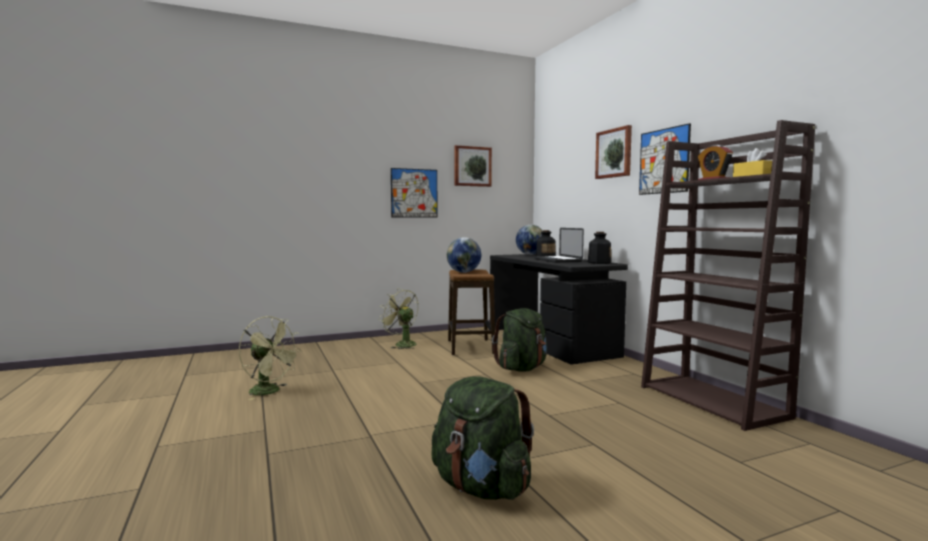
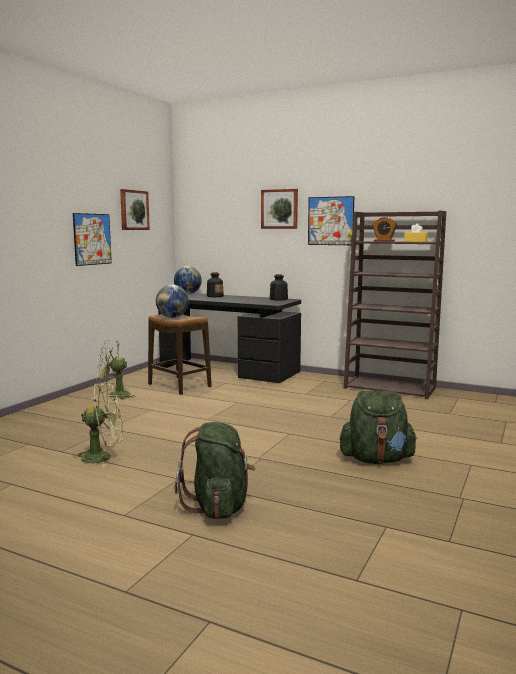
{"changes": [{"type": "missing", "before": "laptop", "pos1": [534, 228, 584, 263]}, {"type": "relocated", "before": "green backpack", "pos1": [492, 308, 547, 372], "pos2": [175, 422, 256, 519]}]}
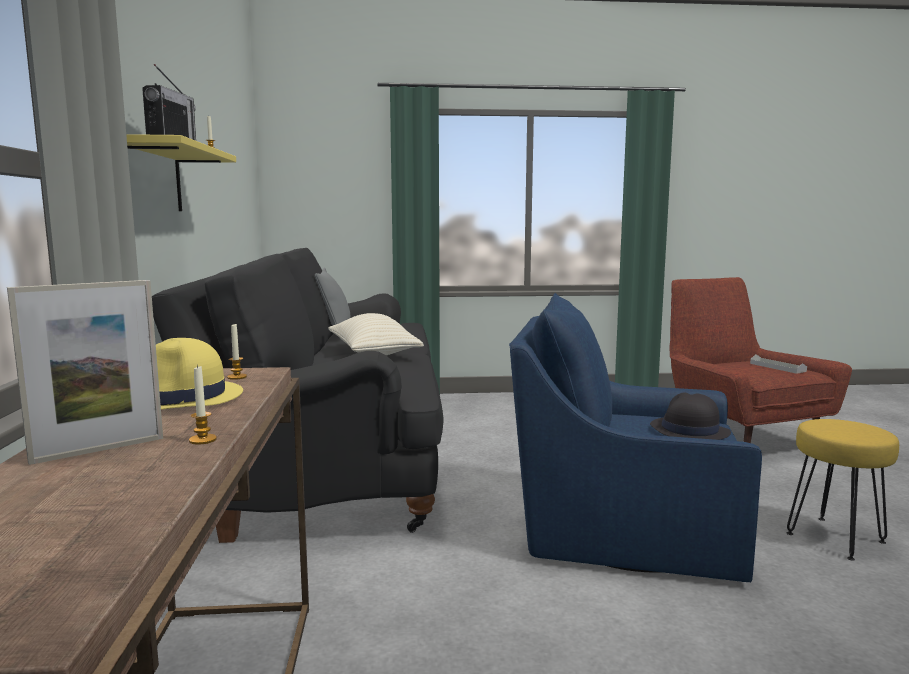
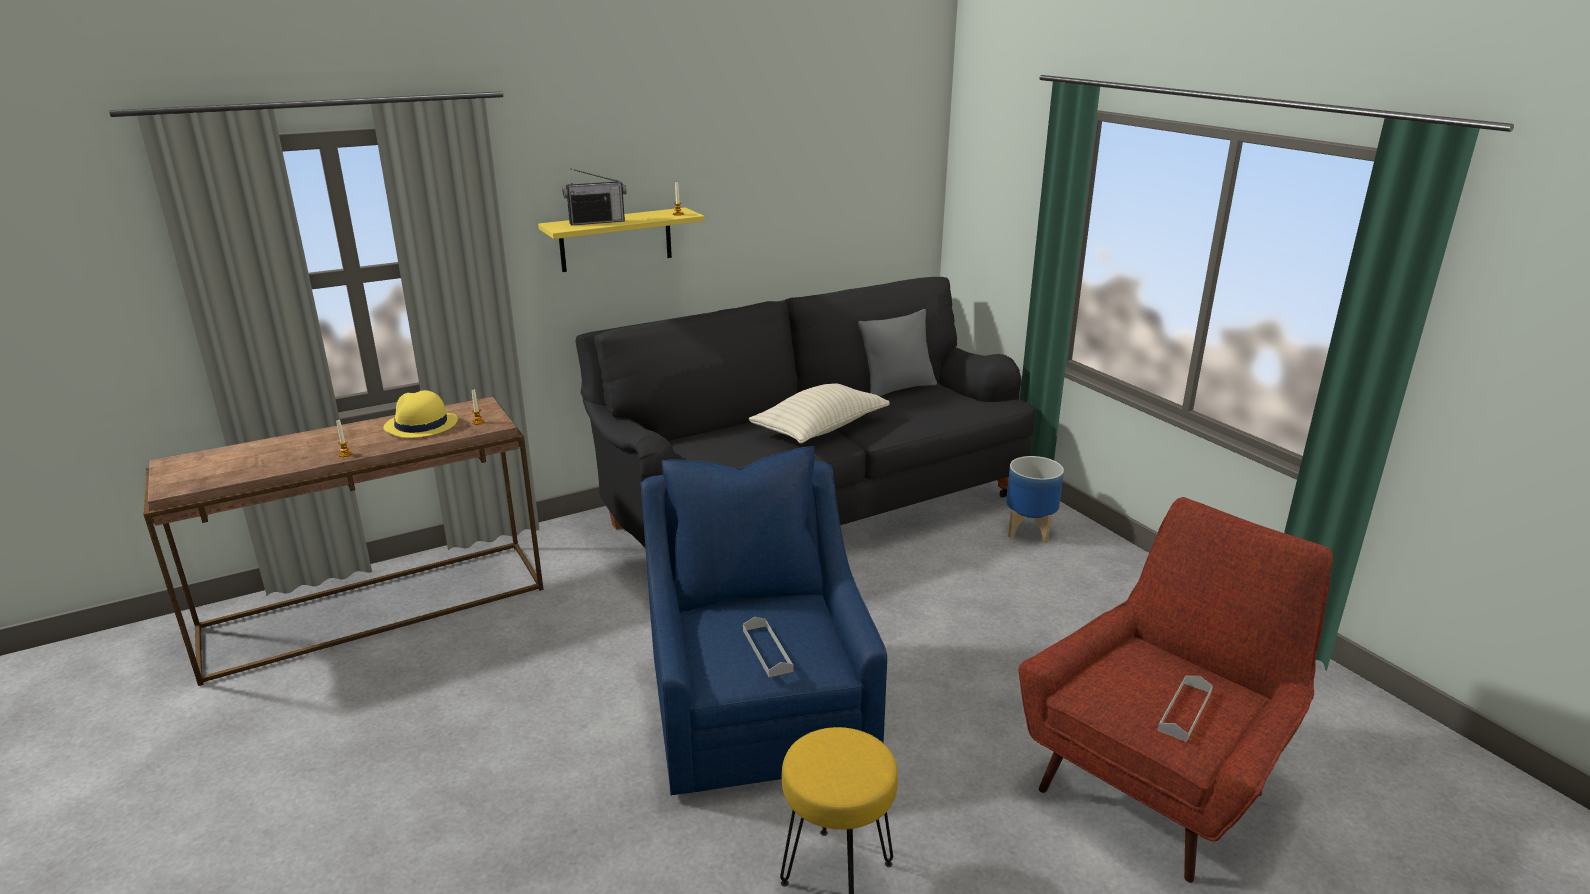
{"changes": [{"type": "missing", "before": "picture frame", "pos1": [7, 280, 163, 465]}, {"type": "exchanged", "before": "black hat", "after": "grey tray", "pos1": [650, 392, 731, 440], "pos2": [743, 617, 794, 677]}, {"type": "appeared", "after": "planter", "pos2": [1006, 456, 1064, 543]}]}
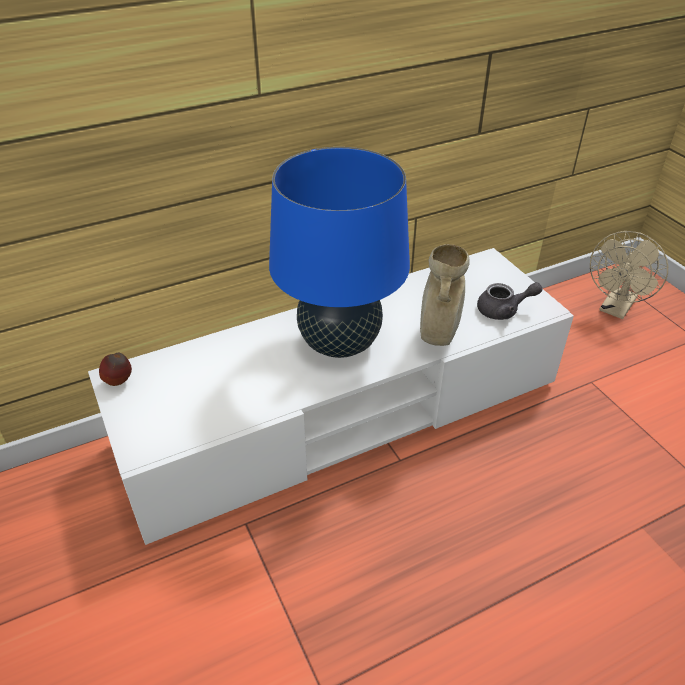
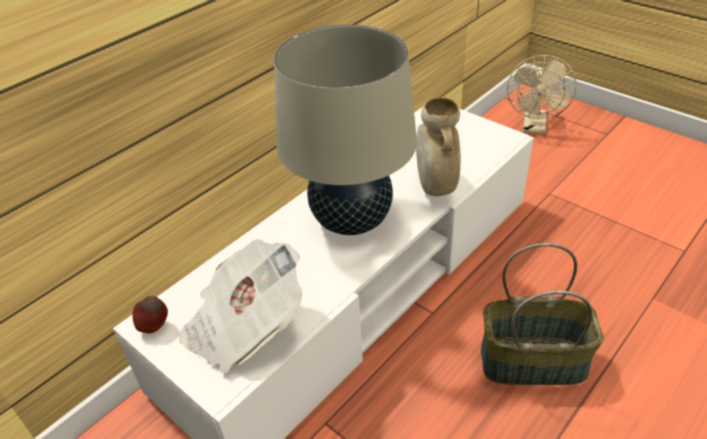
{"changes": [{"type": "colour", "before": "blue table lamp", "after": "beige table lamp", "pos1": [269, 147, 410, 358], "pos2": [274, 25, 417, 235]}, {"type": "missing", "before": "grey teapot", "pos1": [477, 282, 543, 320]}, {"type": "appeared", "after": "newspaper", "pos2": [179, 239, 303, 374]}, {"type": "appeared", "after": "basket", "pos2": [481, 243, 604, 385]}]}
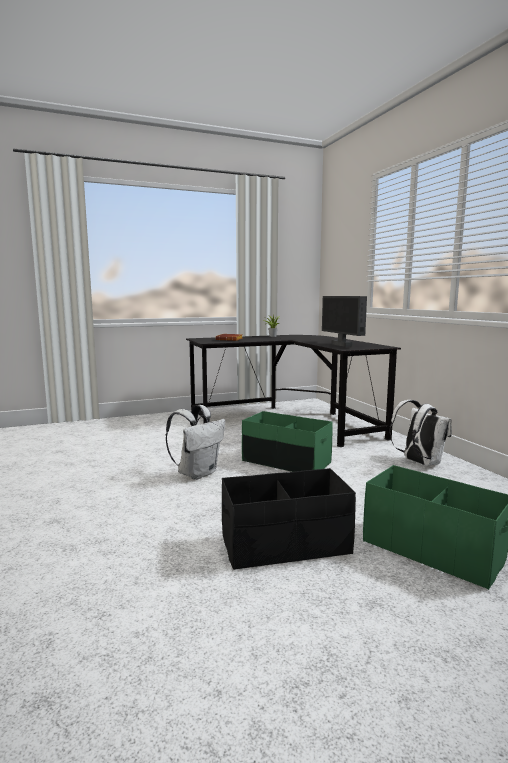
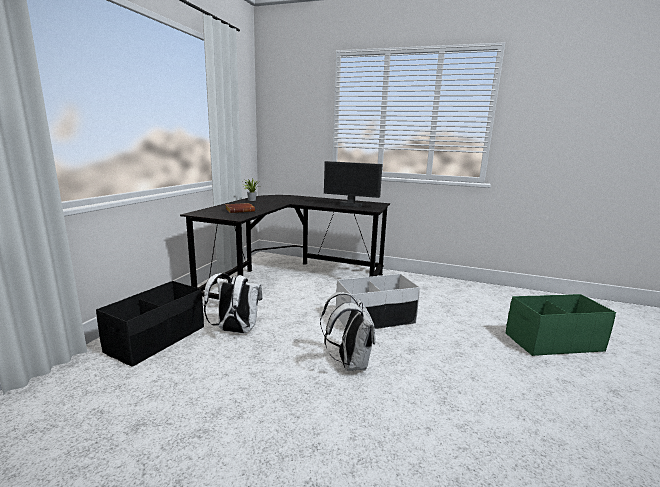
{"changes": [{"type": "relocated", "before": "white backpack", "pos1": [389, 400, 452, 466], "pos2": [204, 273, 263, 333]}, {"type": "colour", "before": "green storage box", "after": "white storage box", "pos1": [242, 411, 332, 472], "pos2": [336, 274, 420, 329]}, {"type": "relocated", "before": "black storage box", "pos1": [222, 468, 356, 570], "pos2": [96, 281, 204, 367]}]}
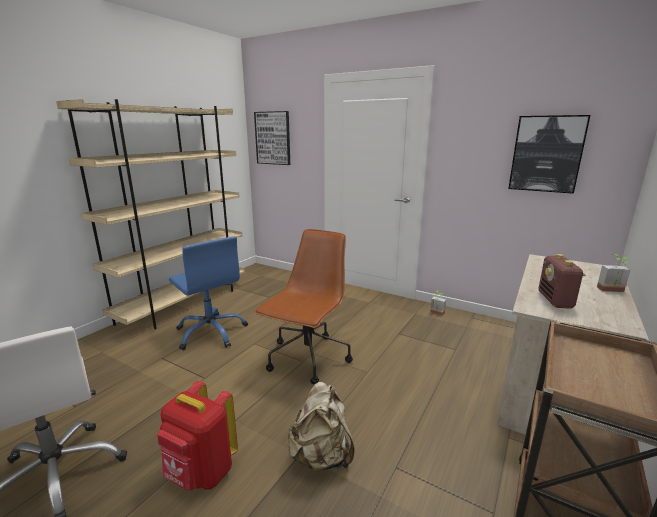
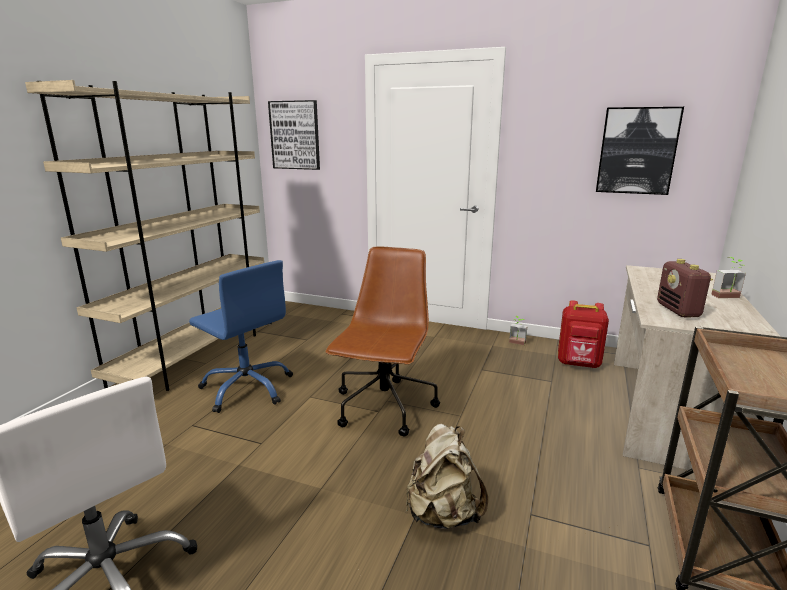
{"changes": [{"type": "relocated", "before": "red backpack", "pos1": [157, 381, 238, 491], "pos2": [558, 300, 609, 368]}]}
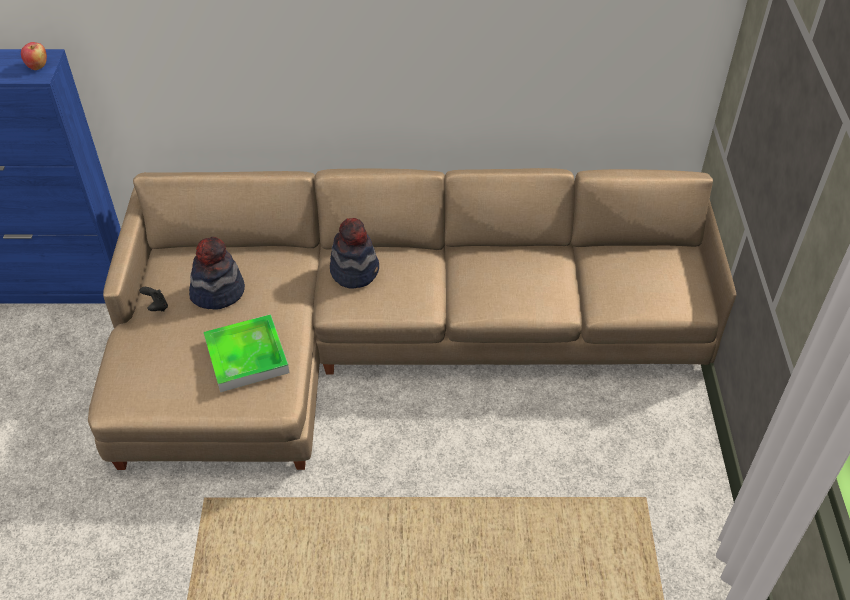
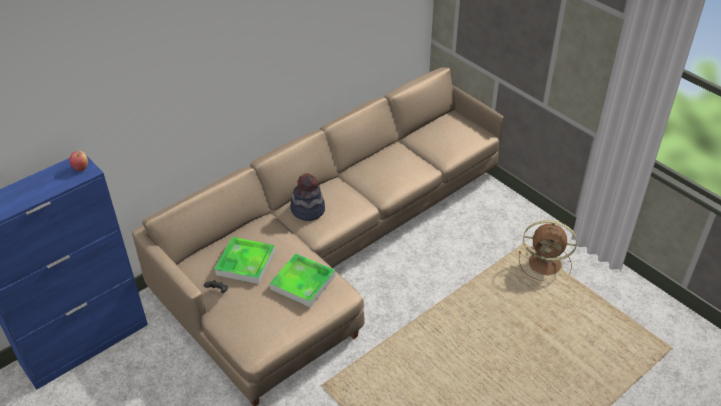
{"changes": [{"type": "exchanged", "before": "hat", "after": "tray", "pos1": [189, 237, 245, 309], "pos2": [215, 237, 275, 284]}, {"type": "appeared", "after": "brown fan", "pos2": [519, 220, 577, 281]}]}
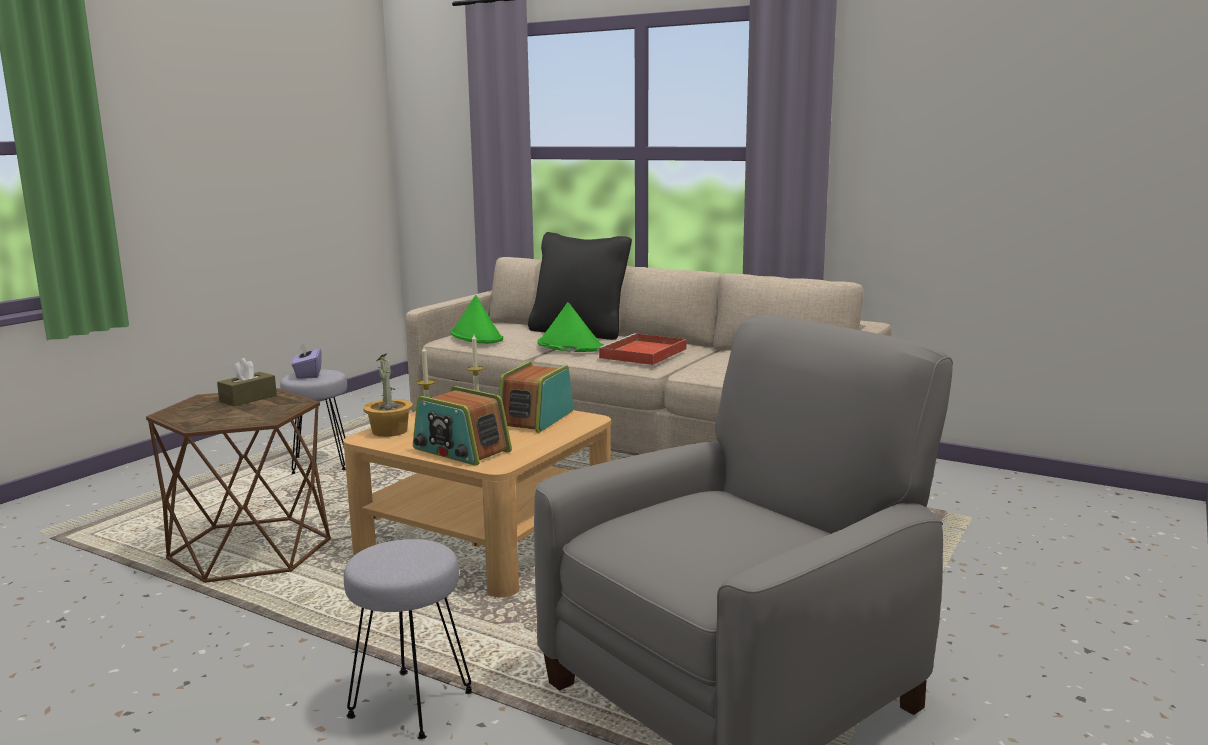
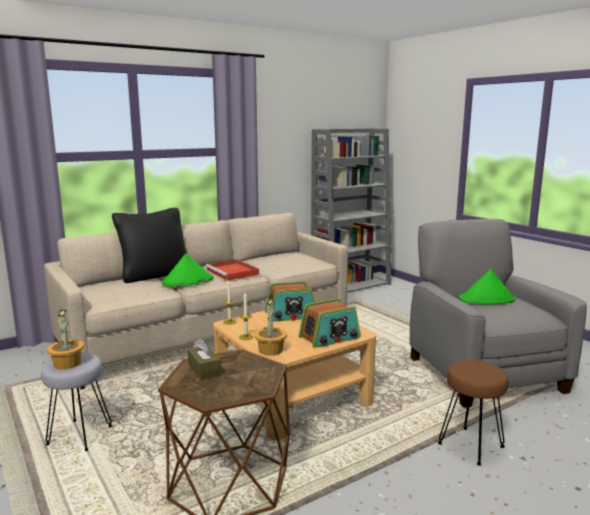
{"changes": [{"type": "relocated", "before": "green hat", "pos1": [450, 295, 503, 343], "pos2": [459, 269, 515, 304]}, {"type": "exchanged", "before": "purple tissue box", "after": "potted plant", "pos1": [291, 342, 322, 379], "pos2": [47, 310, 84, 370]}, {"type": "spun", "before": "radio", "pos1": [499, 362, 574, 433], "pos2": [265, 281, 315, 322], "turn": -60}, {"type": "colour", "before": "grey stool", "after": "brown stool", "pos1": [344, 539, 472, 739], "pos2": [438, 360, 508, 466]}, {"type": "appeared", "after": "grey bookcase", "pos2": [311, 128, 391, 293]}]}
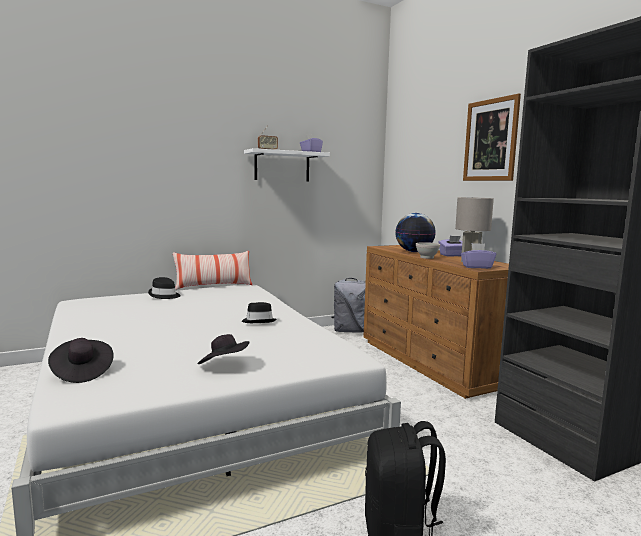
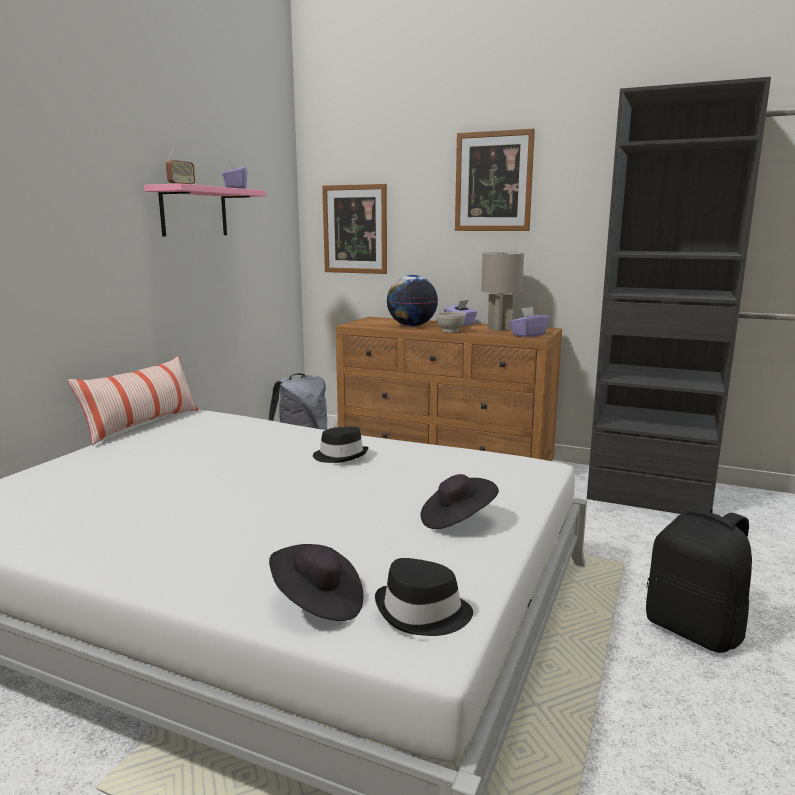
{"changes": [{"type": "colour", "before": "white shelf", "after": "pink shelf", "pos1": [244, 148, 330, 181], "pos2": [144, 183, 266, 236]}, {"type": "relocated", "before": "black hat", "pos1": [148, 277, 181, 299], "pos2": [375, 558, 473, 636]}, {"type": "appeared", "after": "picture", "pos2": [322, 184, 387, 274]}]}
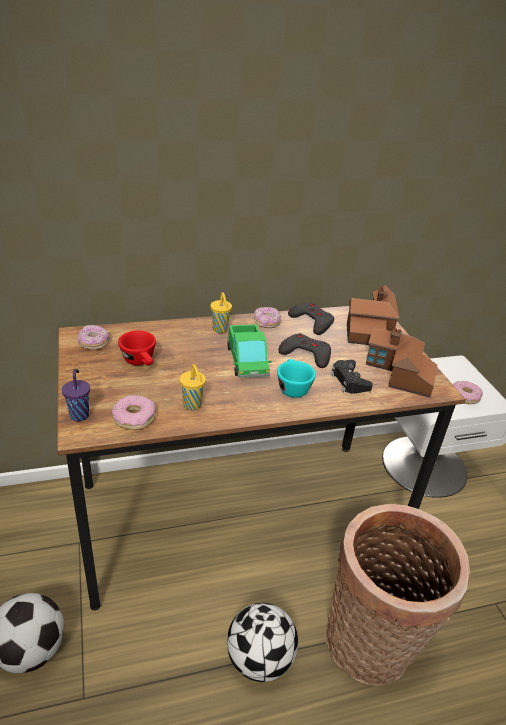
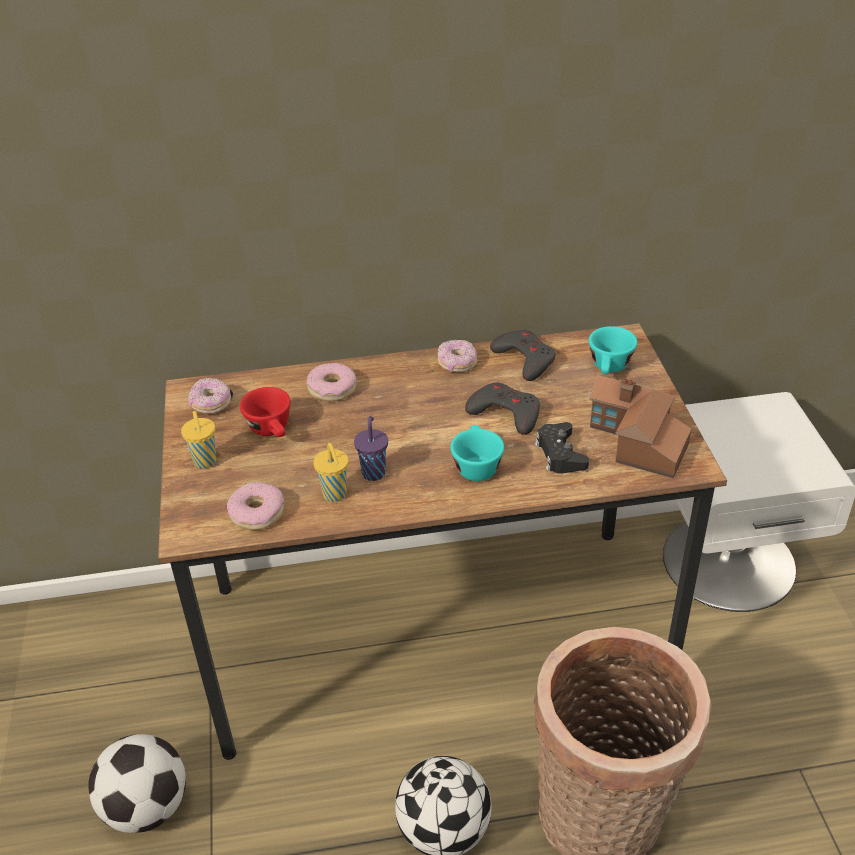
{"changes": [{"type": "exchanged", "before": "toy house", "after": "turquoise cup", "pos1": [347, 285, 400, 345], "pos2": [589, 326, 637, 374]}, {"type": "relocated", "before": "yellow cup", "pos1": [210, 292, 232, 333], "pos2": [181, 411, 217, 469]}, {"type": "missing", "before": "toy truck", "pos1": [227, 324, 272, 378]}, {"type": "relocated", "before": "purple cup", "pos1": [62, 369, 90, 421], "pos2": [354, 416, 388, 481]}, {"type": "relocated", "before": "donut", "pos1": [453, 381, 483, 404], "pos2": [306, 363, 357, 401]}]}
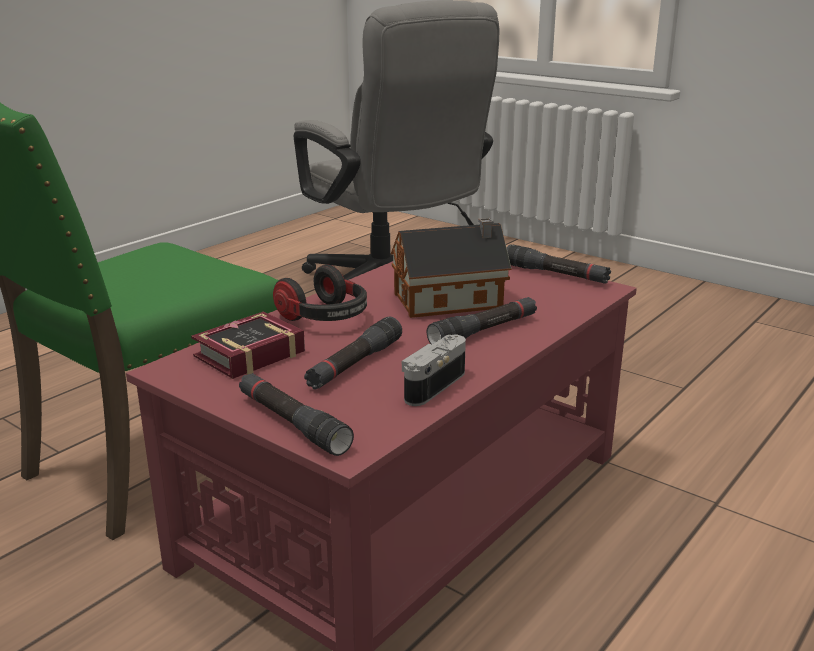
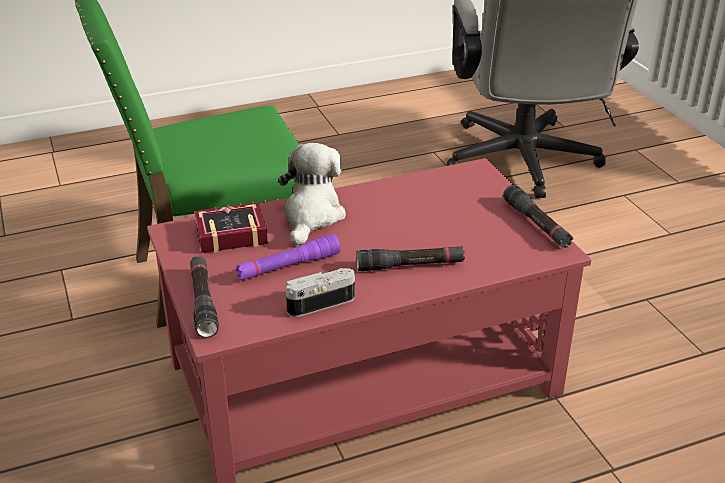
{"changes": [{"type": "missing", "before": "toy house", "pos1": [391, 218, 512, 318]}, {"type": "exchanged", "before": "headphones", "after": "plush toy", "pos1": [273, 264, 367, 321], "pos2": [278, 143, 346, 246]}, {"type": "colour", "before": "black flashlight", "after": "purple flashlight", "pos1": [304, 317, 402, 389], "pos2": [236, 234, 341, 281]}]}
